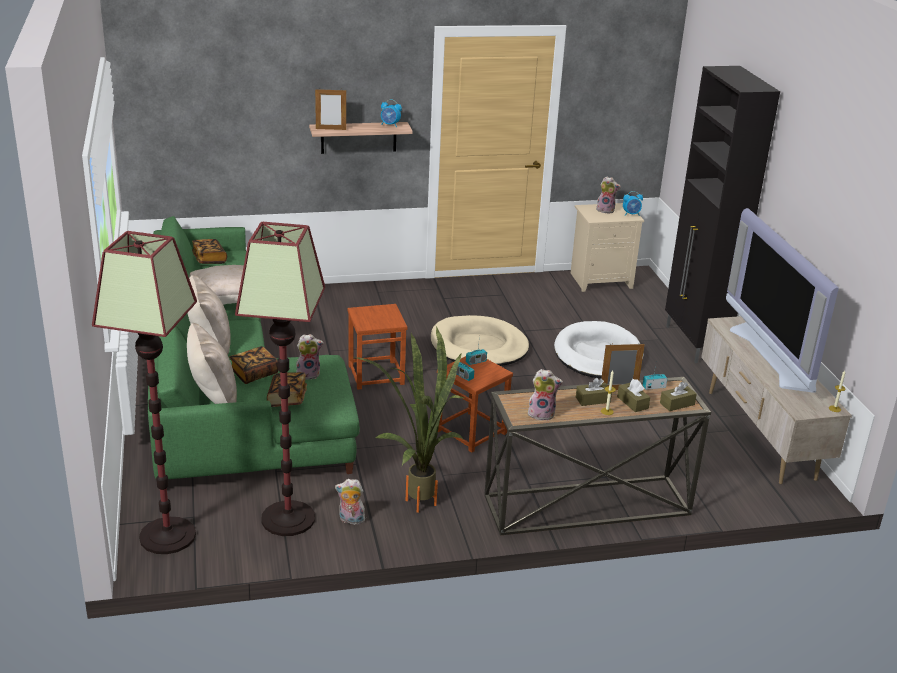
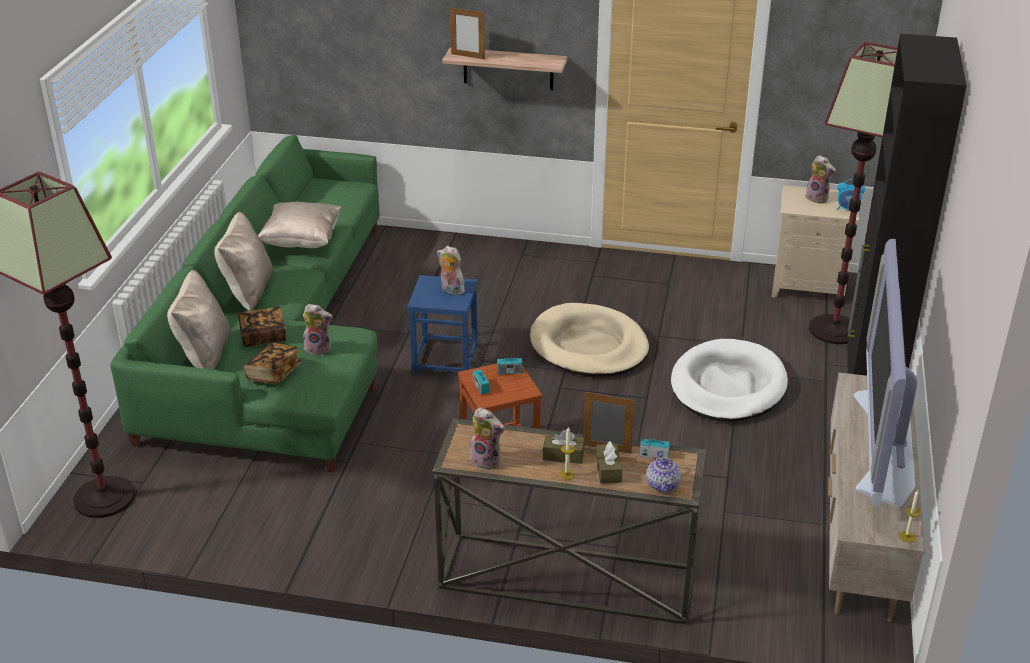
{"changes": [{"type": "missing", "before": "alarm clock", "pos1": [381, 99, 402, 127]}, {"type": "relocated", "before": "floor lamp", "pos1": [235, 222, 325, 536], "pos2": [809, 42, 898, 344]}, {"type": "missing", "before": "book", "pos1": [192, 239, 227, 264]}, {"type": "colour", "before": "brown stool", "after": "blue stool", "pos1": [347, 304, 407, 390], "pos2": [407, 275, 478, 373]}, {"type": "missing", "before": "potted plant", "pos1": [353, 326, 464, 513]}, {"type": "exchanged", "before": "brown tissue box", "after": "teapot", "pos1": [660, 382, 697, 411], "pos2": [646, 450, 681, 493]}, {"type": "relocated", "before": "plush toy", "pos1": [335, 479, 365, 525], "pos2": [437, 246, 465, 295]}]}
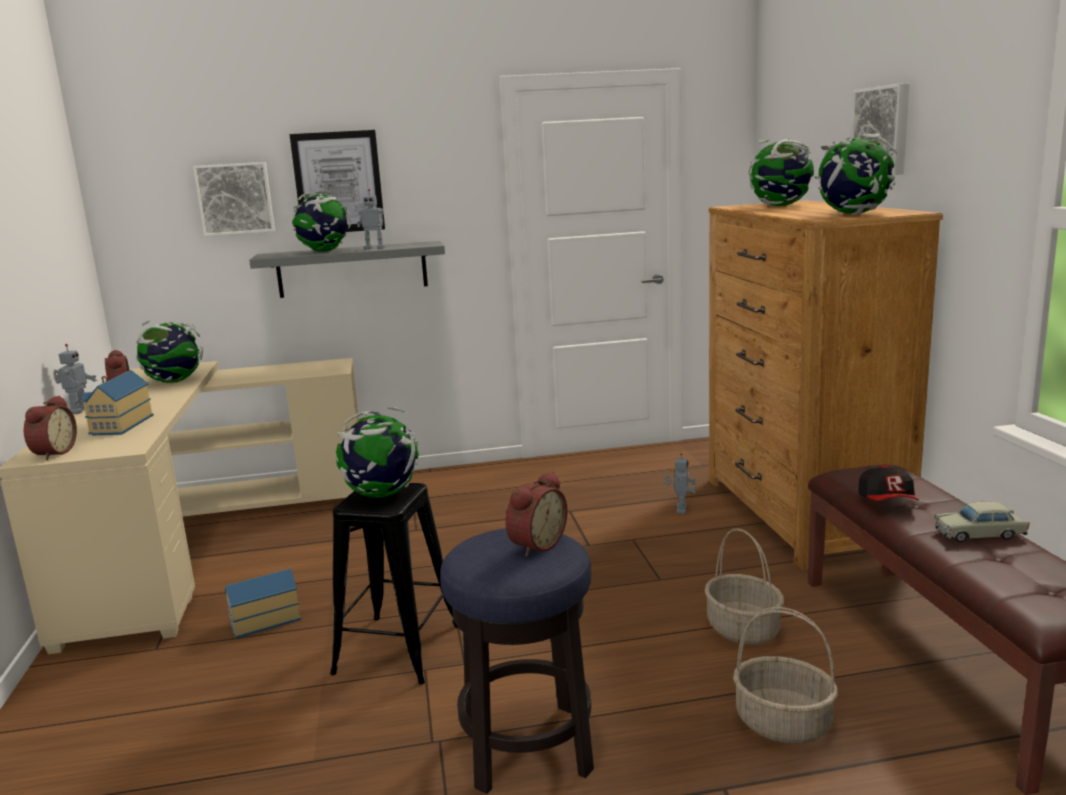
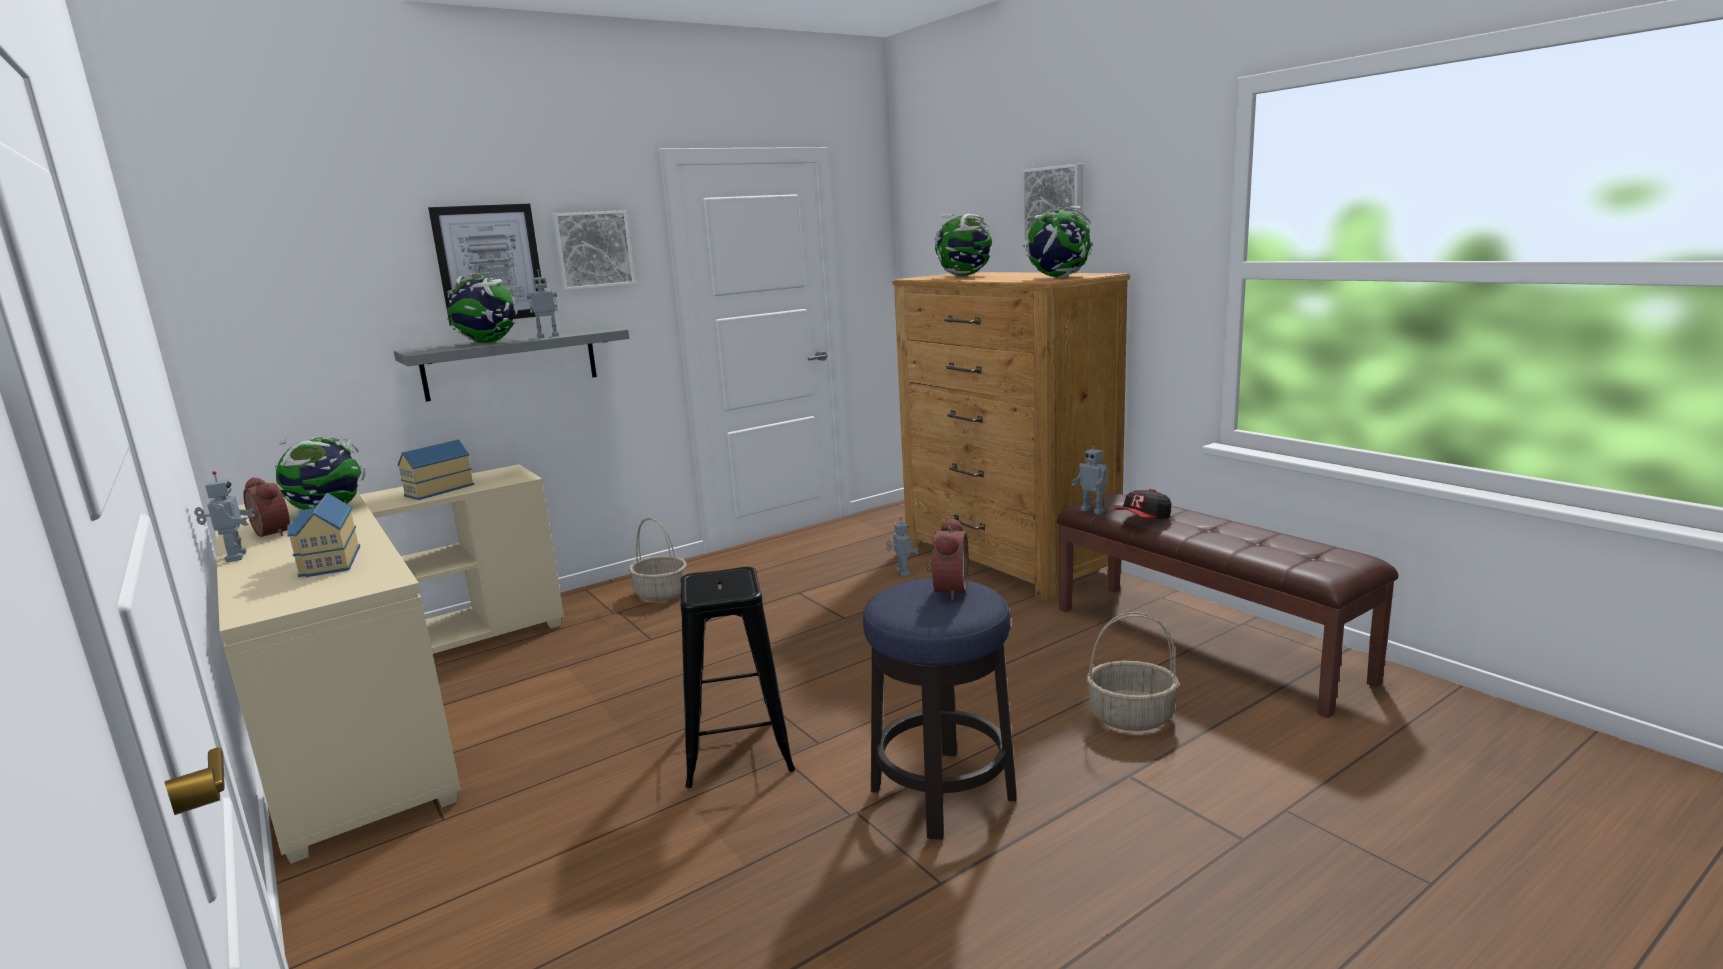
{"changes": [{"type": "relocated", "before": "picture", "pos1": [193, 162, 275, 236], "pos2": [551, 210, 635, 290]}, {"type": "missing", "before": "alarm clock", "pos1": [24, 395, 77, 460]}, {"type": "missing", "before": "globe", "pos1": [336, 407, 419, 497]}, {"type": "spun", "before": "cap", "pos1": [858, 465, 919, 501], "pos2": [1114, 489, 1171, 519], "turn": 75}, {"type": "missing", "before": "beige toy car", "pos1": [935, 502, 1030, 542]}, {"type": "relocated", "before": "basket", "pos1": [705, 528, 784, 645], "pos2": [629, 518, 687, 602]}, {"type": "relocated", "before": "toy house", "pos1": [225, 568, 301, 639], "pos2": [398, 439, 474, 500]}, {"type": "appeared", "after": "toy robot", "pos2": [1072, 442, 1108, 514]}]}
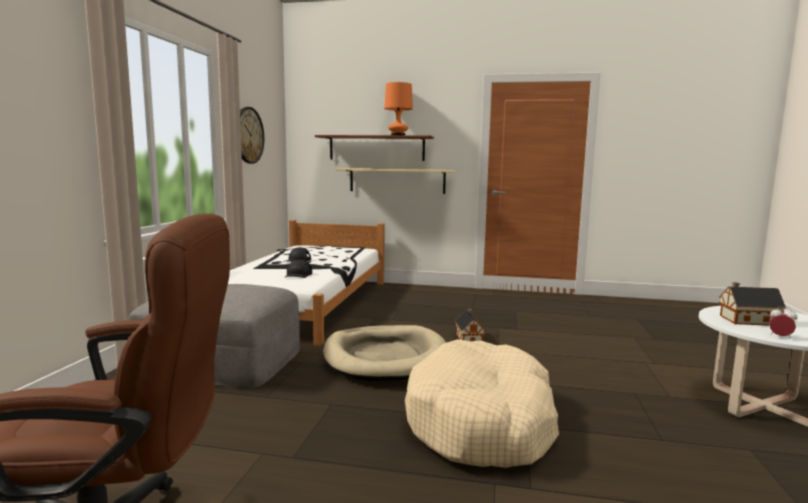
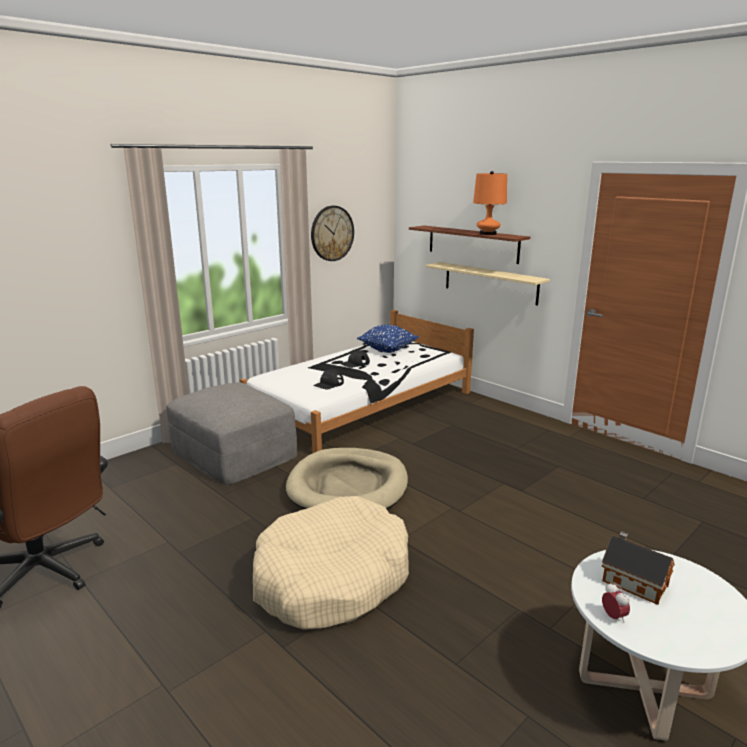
{"changes": [{"type": "missing", "before": "toy house", "pos1": [455, 309, 485, 341]}, {"type": "appeared", "after": "blue pillow", "pos2": [357, 325, 419, 353]}]}
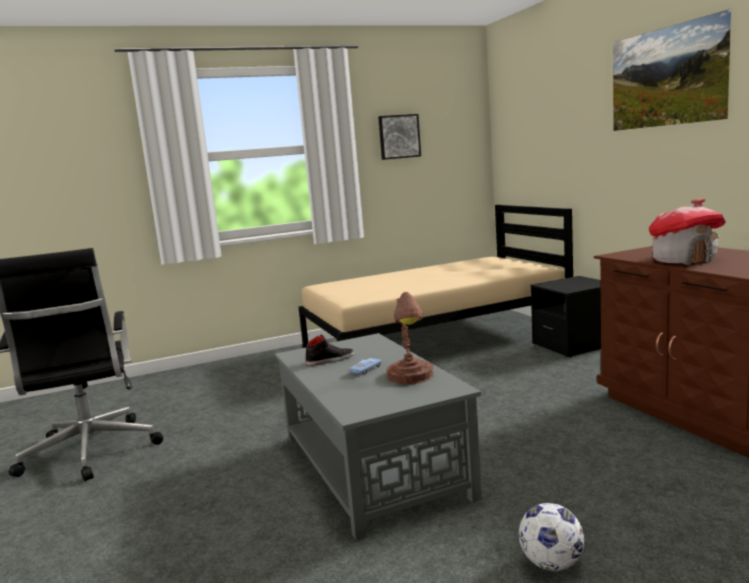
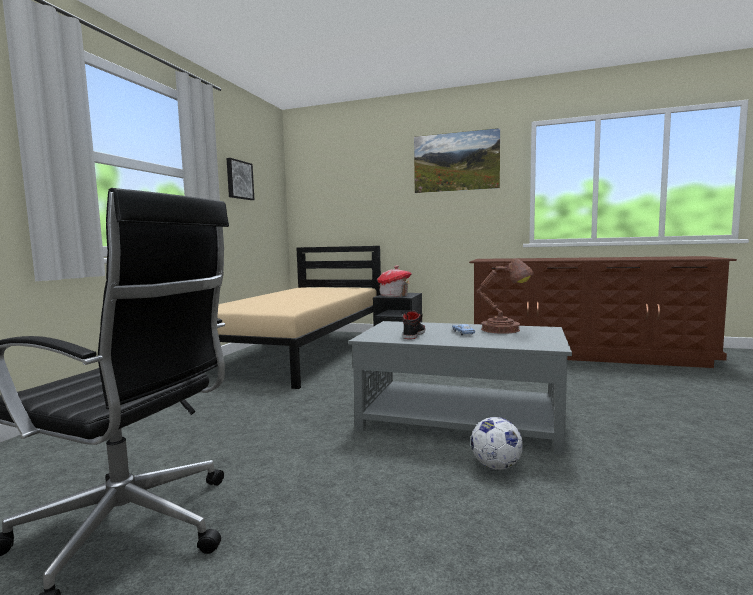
{"changes": [{"type": "relocated", "before": "toy house", "pos1": [649, 198, 726, 265], "pos2": [377, 266, 411, 297]}, {"type": "relocated", "before": "football", "pos1": [519, 503, 584, 571], "pos2": [471, 417, 523, 470]}]}
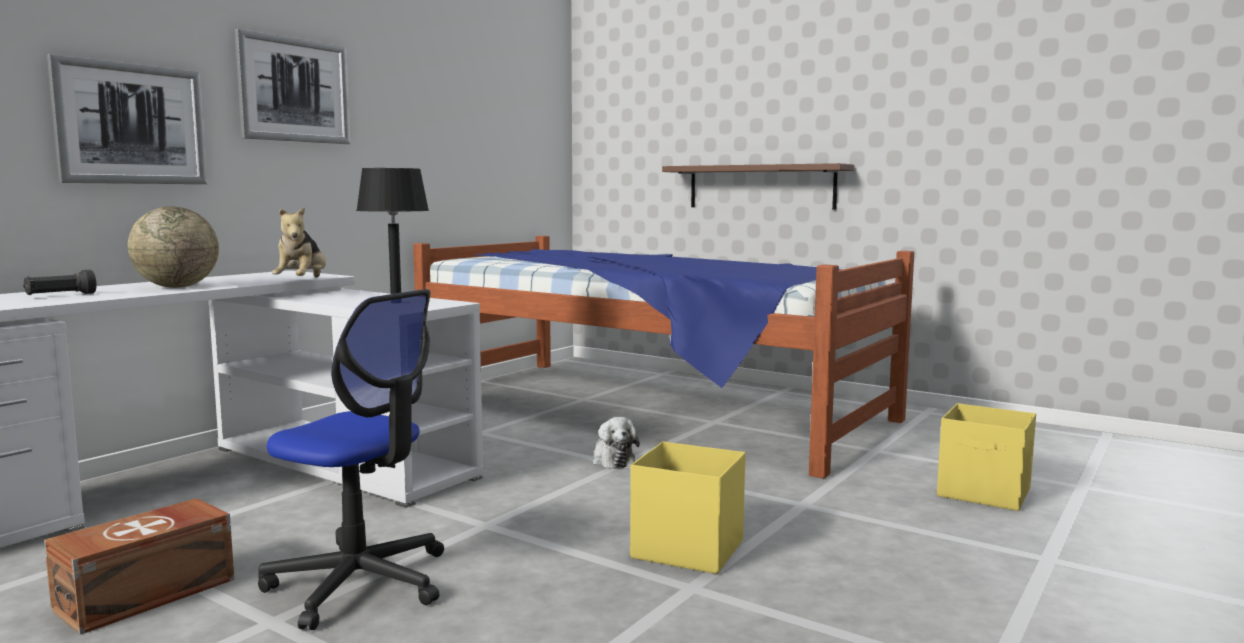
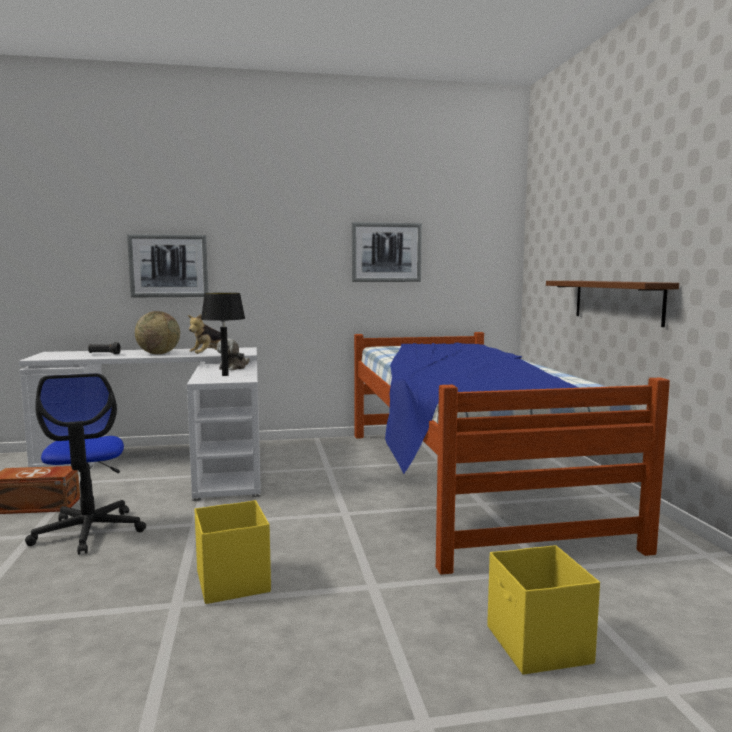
{"changes": [{"type": "relocated", "before": "picture", "pos1": [235, 29, 350, 144], "pos2": [352, 222, 422, 282]}, {"type": "relocated", "before": "plush toy", "pos1": [593, 417, 640, 469], "pos2": [217, 339, 250, 371]}]}
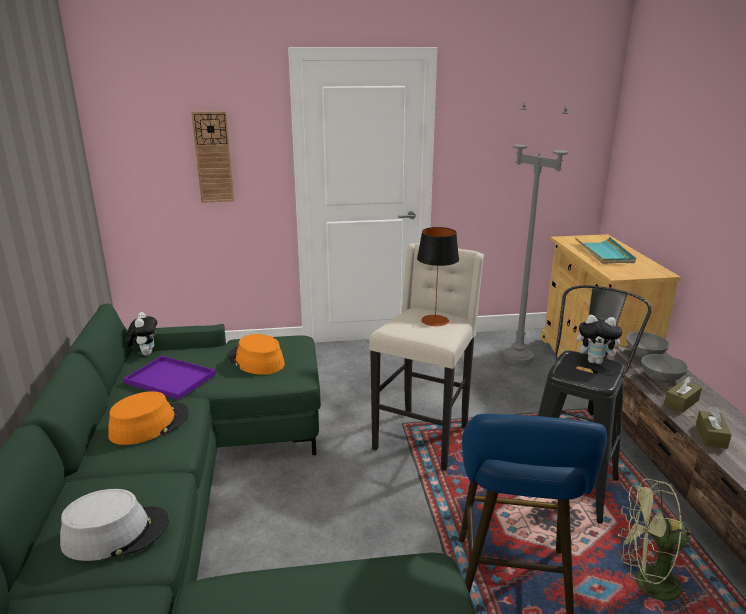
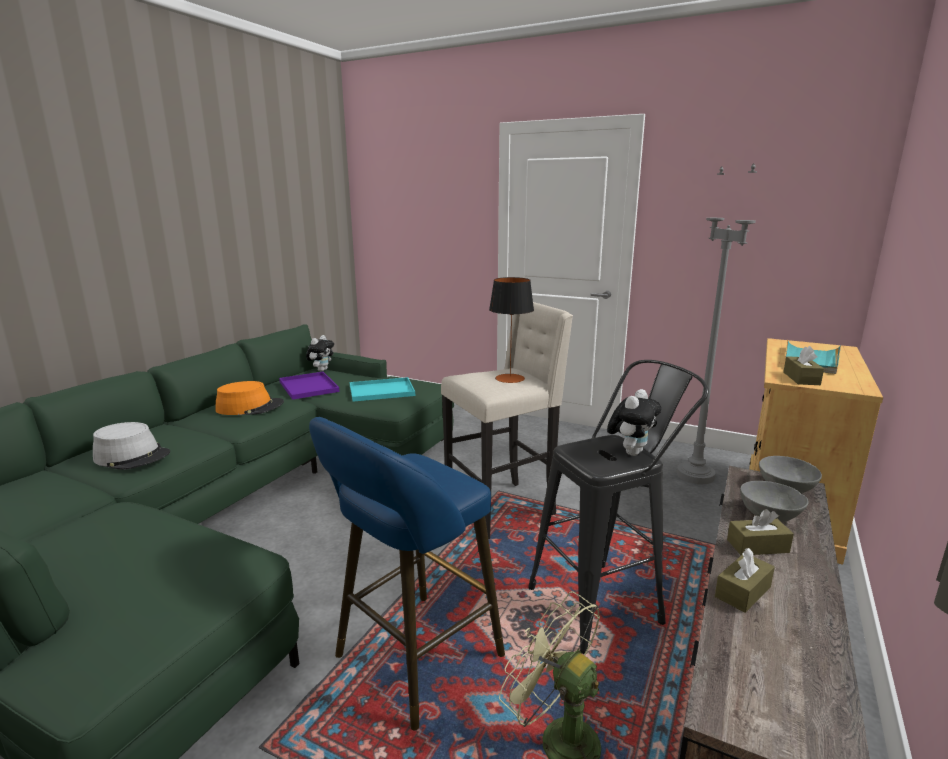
{"changes": [{"type": "missing", "before": "wall clock", "pos1": [191, 111, 235, 203]}, {"type": "spun", "before": "plush toy", "pos1": [577, 315, 626, 364], "pos2": [607, 389, 661, 456], "turn": -105}, {"type": "exchanged", "before": "orange hat", "after": "turquoise tray", "pos1": [228, 334, 285, 375], "pos2": [350, 377, 415, 402]}, {"type": "appeared", "after": "brown tissue box", "pos2": [783, 346, 824, 385]}]}
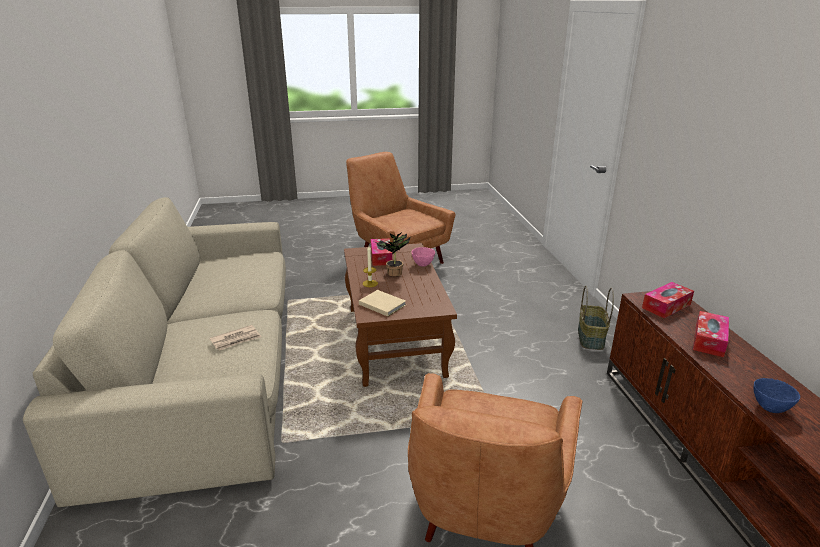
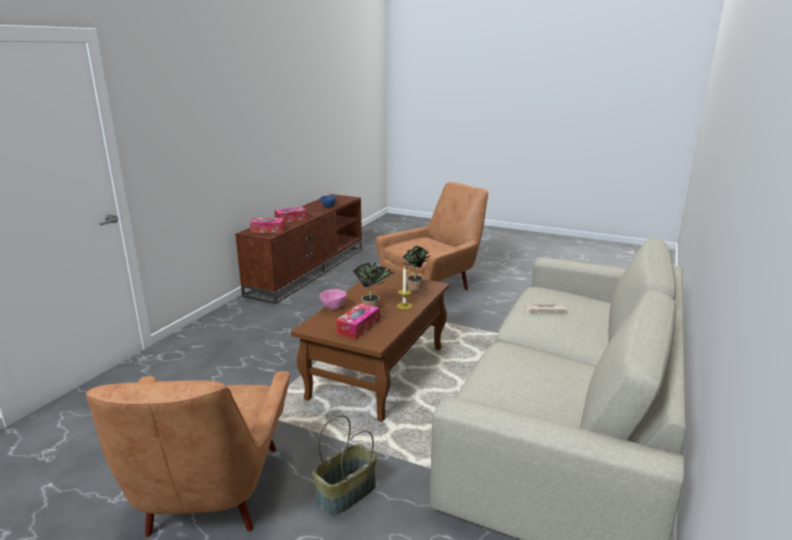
{"changes": [{"type": "relocated", "before": "basket", "pos1": [578, 286, 614, 350], "pos2": [312, 415, 377, 516]}, {"type": "exchanged", "before": "beige book", "after": "potted plant", "pos1": [359, 290, 406, 316], "pos2": [403, 246, 430, 291]}]}
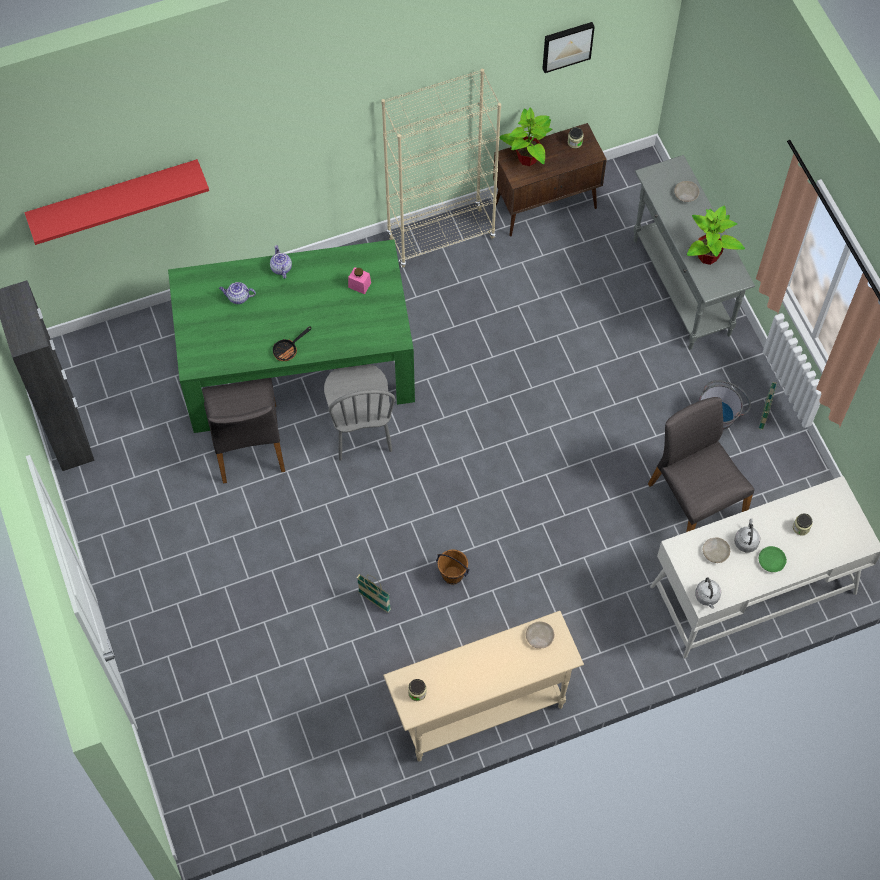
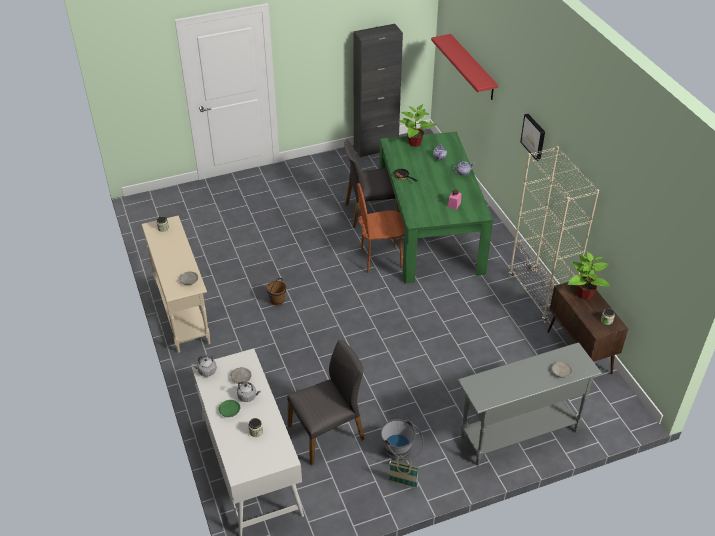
{"changes": [{"type": "relocated", "before": "picture", "pos1": [542, 22, 595, 73], "pos2": [520, 113, 545, 161]}, {"type": "relocated", "before": "potted plant", "pos1": [687, 205, 745, 265], "pos2": [399, 104, 436, 147]}, {"type": "colour", "before": "grey chair", "after": "brown chair", "pos1": [324, 364, 395, 460], "pos2": [357, 183, 405, 273]}, {"type": "missing", "before": "basket", "pos1": [357, 574, 391, 613]}]}
